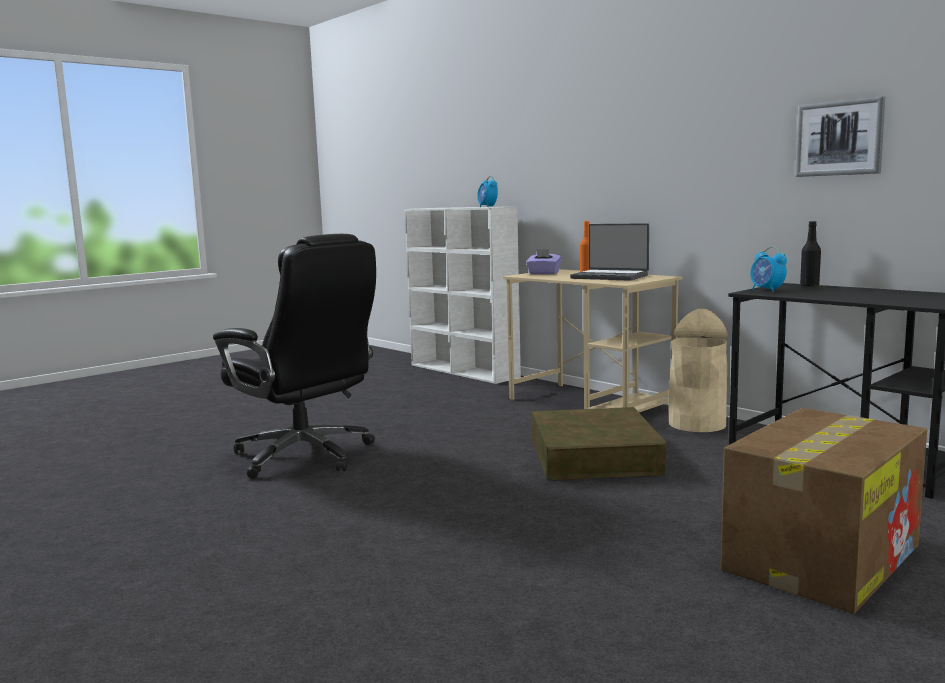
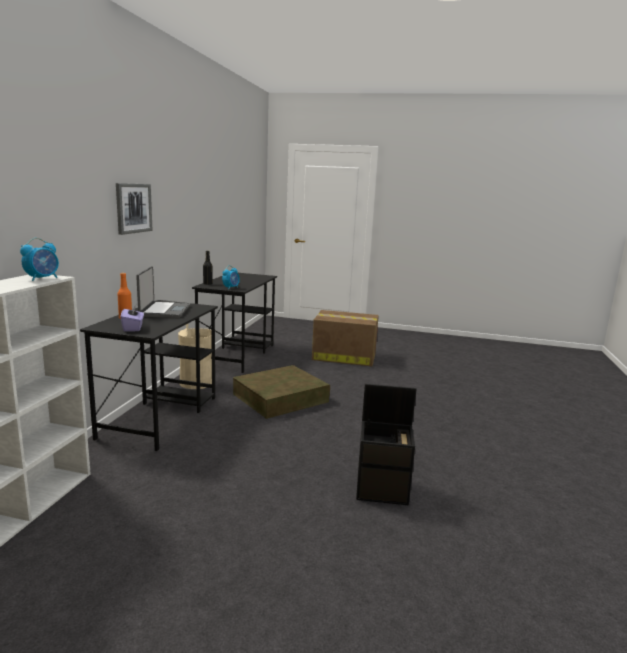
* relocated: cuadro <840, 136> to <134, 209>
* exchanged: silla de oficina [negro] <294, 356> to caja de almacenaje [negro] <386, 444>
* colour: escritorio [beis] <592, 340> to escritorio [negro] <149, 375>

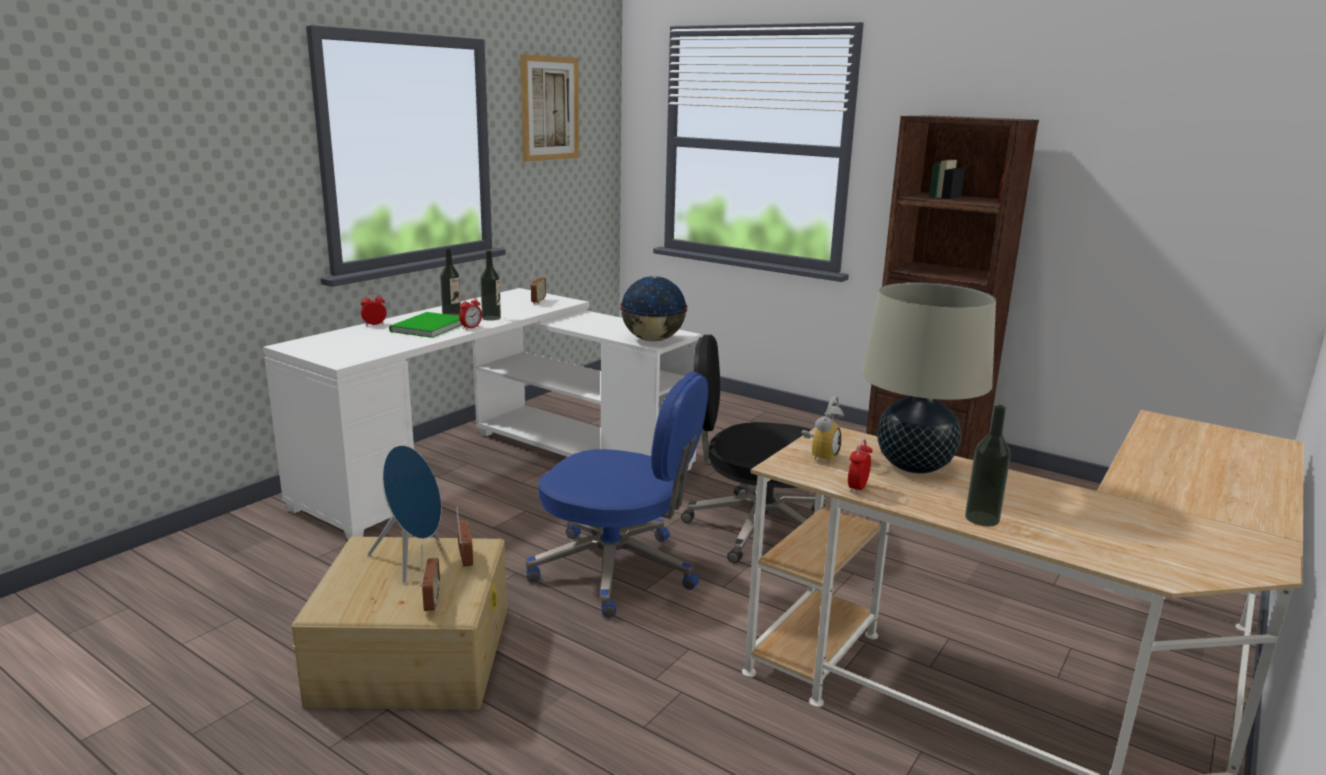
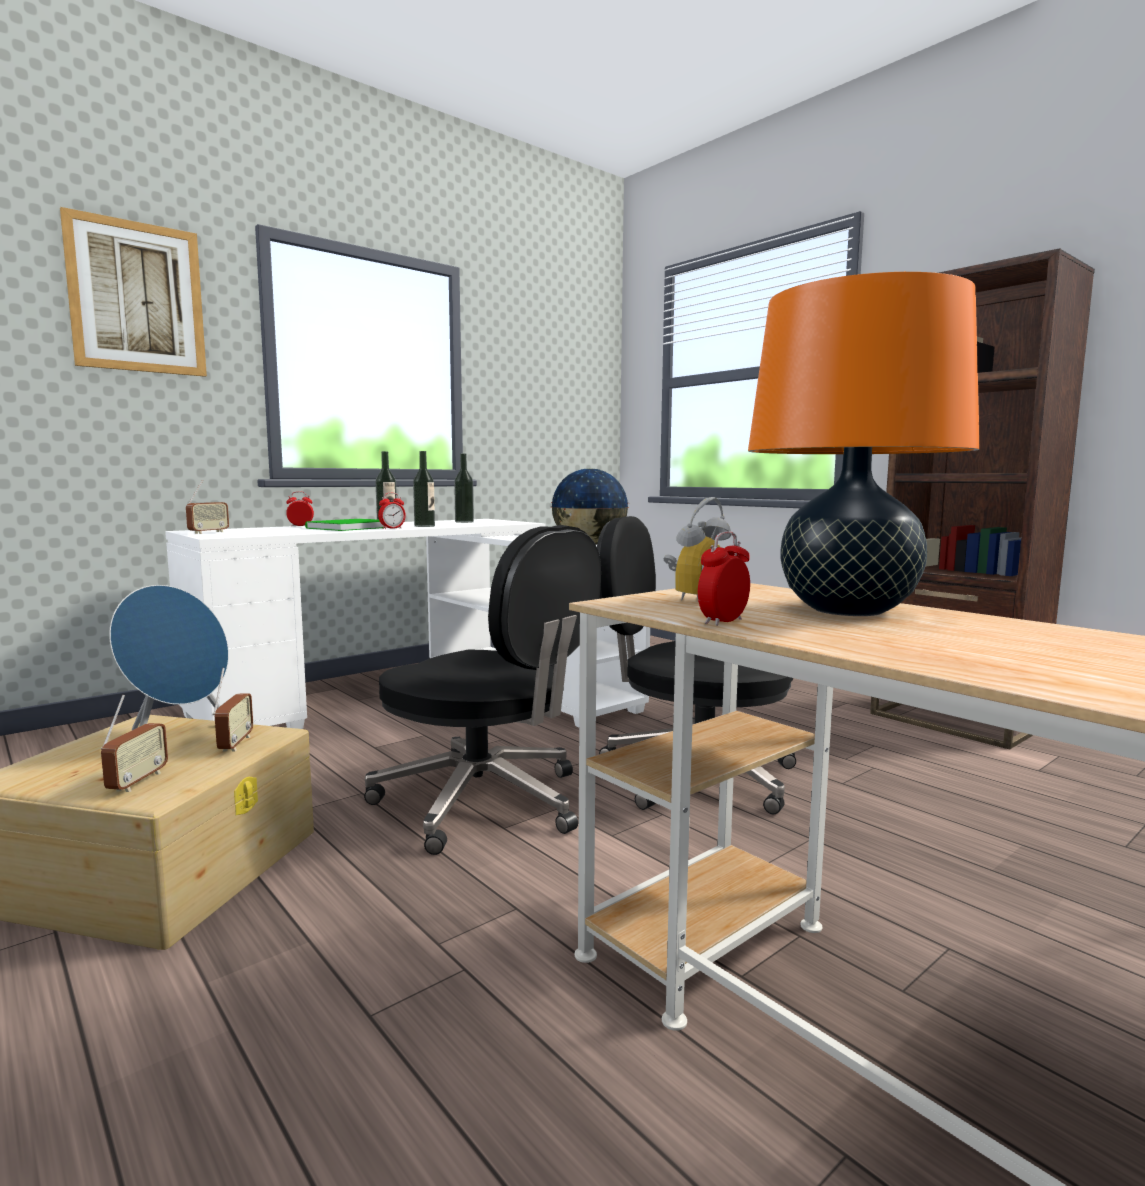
* relocated: cuadro <549, 108> to <133, 292>
* relocated: radio <538, 283> to <207, 507>
* relocated: botella <988, 466> to <464, 488>
* colour: silla de oficina [azul] <617, 494> to silla de oficina [negro] <483, 690>
* colour: lámpara de mesa [beis] <928, 378> to lámpara de mesa [naranja] <864, 444>

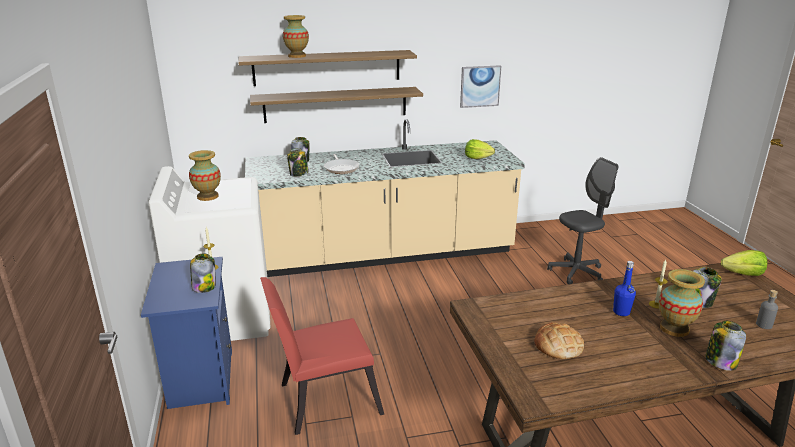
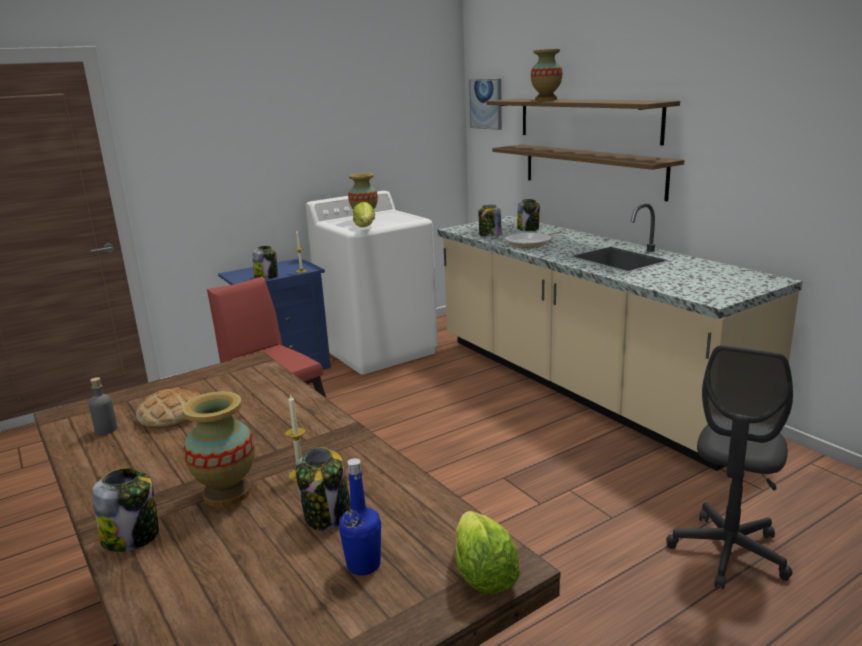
* relocated: cuadro <480, 86> to <485, 104>
* relocated: lechuga <480, 149> to <364, 214>
* relocated: botella [azul] <624, 288> to <360, 517>
* relocated: botella [gris] <767, 309> to <103, 406>
* spun: silla de oficina [gris] <582, 220> = <729, 467> 75 degrees clockwise

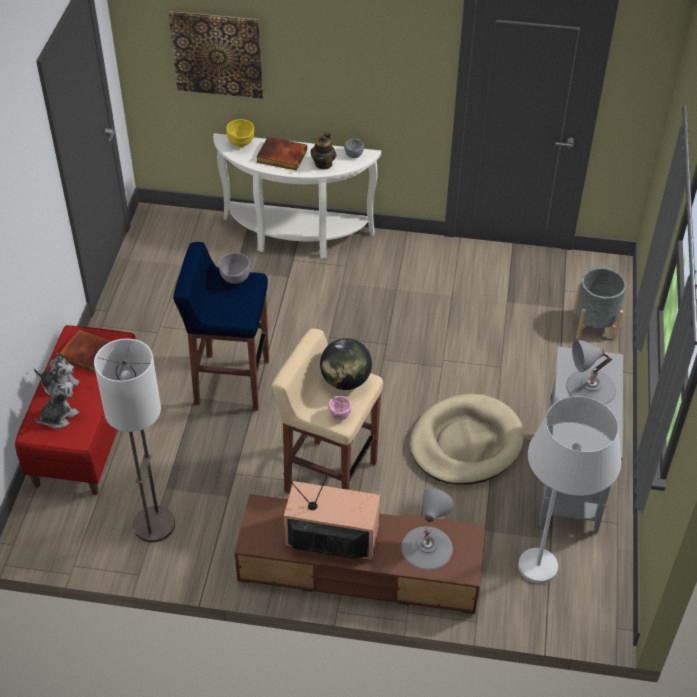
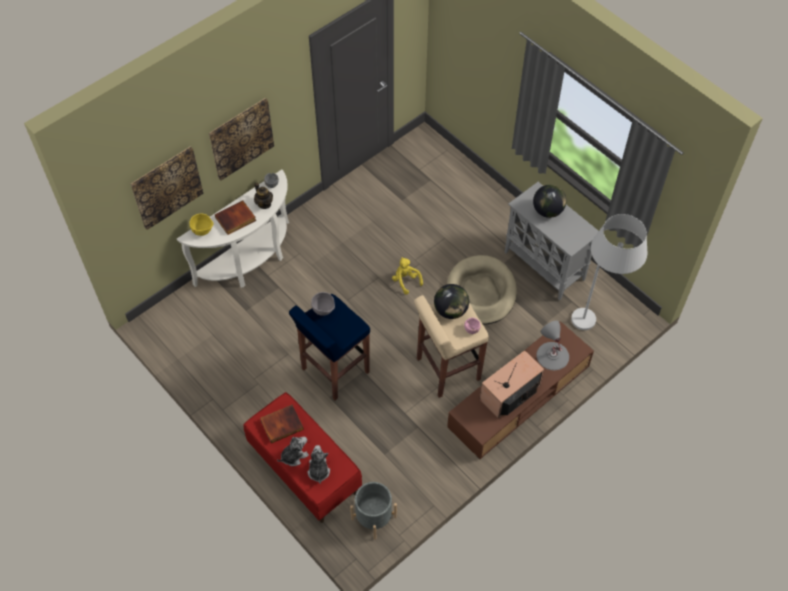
* missing: lámpara de pie <134, 440>
* appeared: cuadro <241, 139>
* appeared: peluche [amarillo] <407, 276>
* relocated: maceta [gris] <599, 303> to <373, 511>
* exchanged: lámpara de mesa [gris] <591, 372> to globo terráqueo <549, 201>

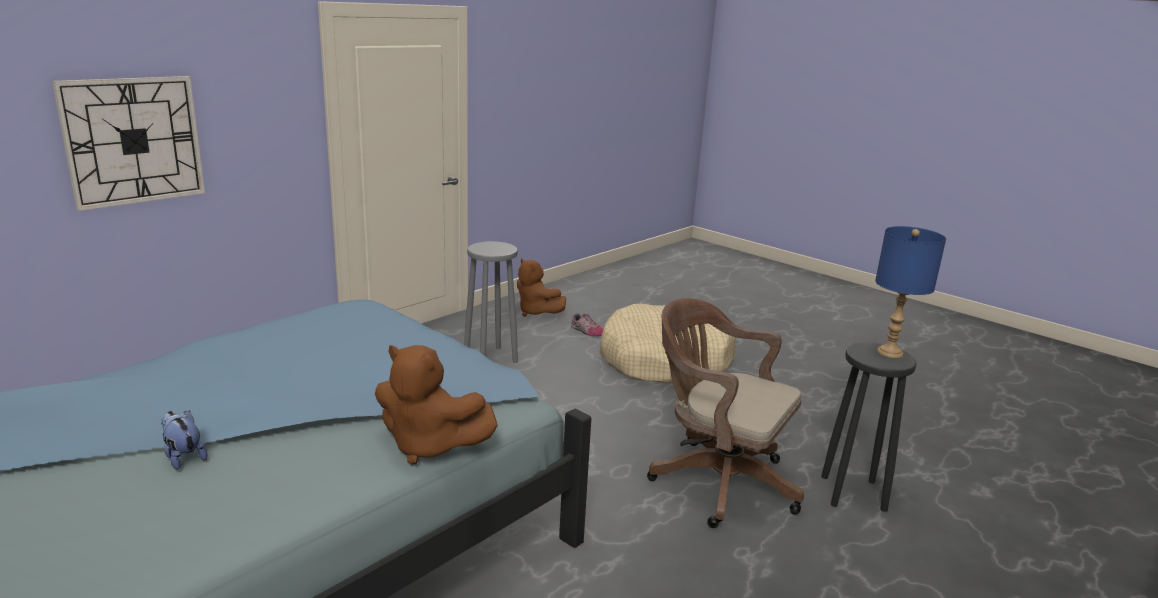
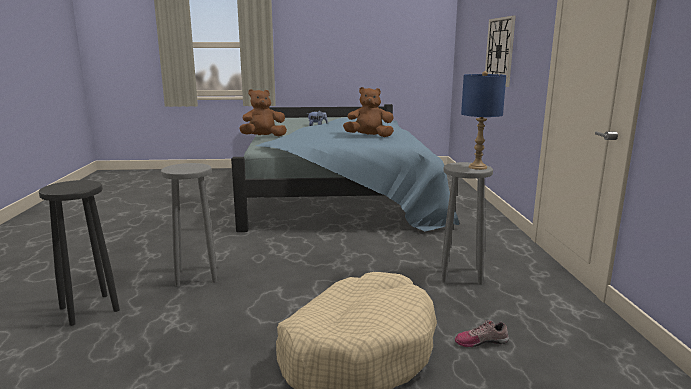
* relocated: peluche [marrón] <541, 287> to <368, 112>
* relocated: lámpara de mesa [azul] <910, 292> to <483, 120>
* exchanged: silla de oficina [marrón] <725, 413> to taburete [gris] <189, 225>

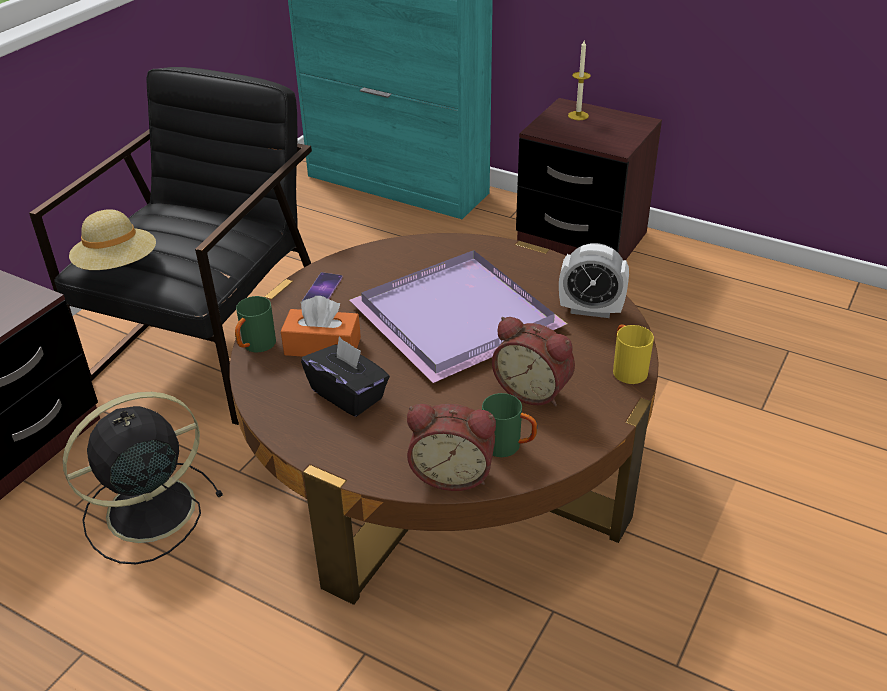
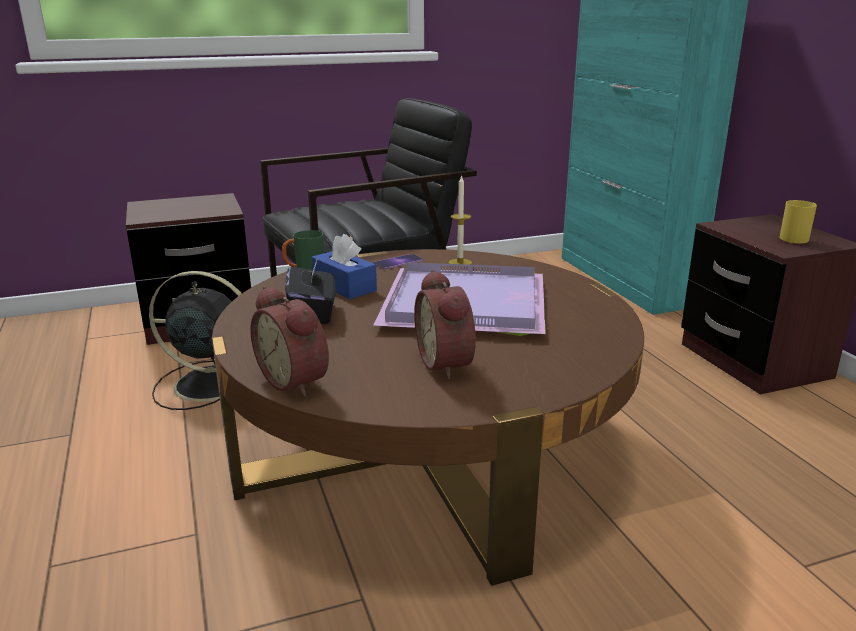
* missing: sombrero [beis] <112, 239>
* missing: taza grande [verde] <509, 425>
* missing: despertador <594, 280>
* relocated: vela <579, 80> to <460, 221>
* relocated: taza grande [amarillo] <633, 354> to <798, 222>
* colour: caja de pañuelos [naranja] <321, 326> to caja de pañuelos [azul] <344, 266>

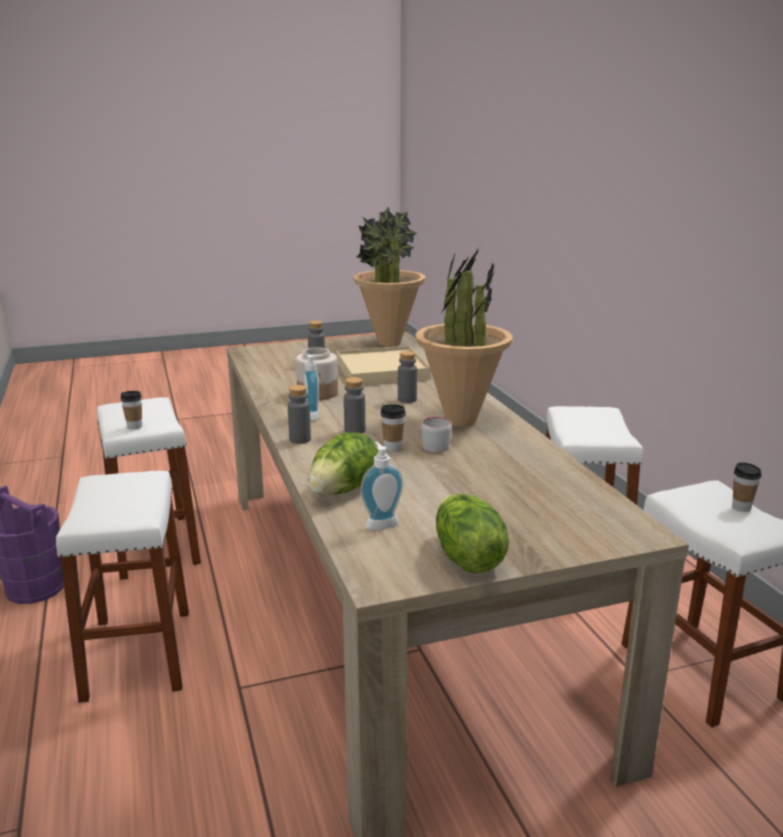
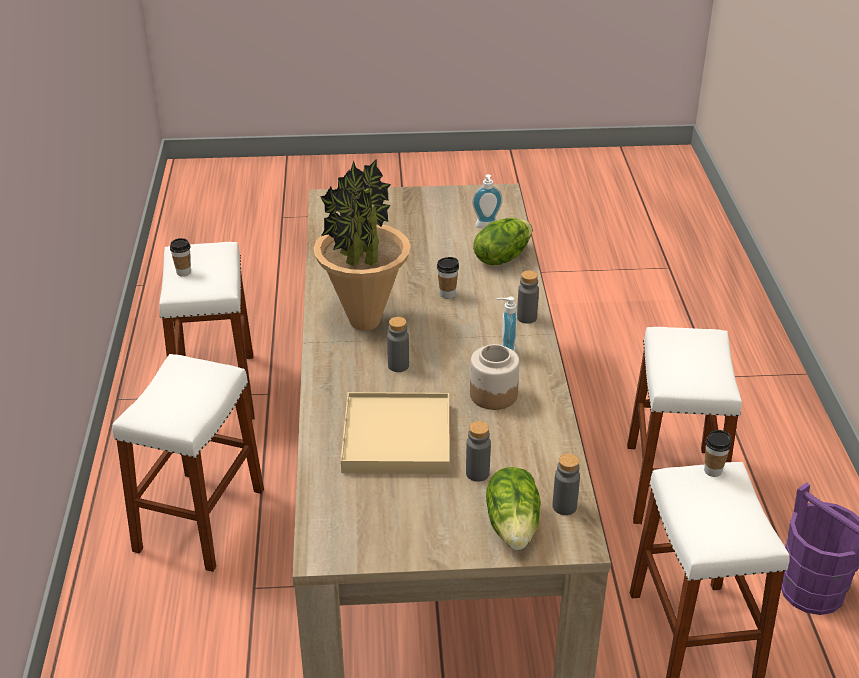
* missing: planta en maceta <389, 276>
* missing: taza grande [gris] <436, 435>
* relocated: botella [gris] <354, 405> to <566, 484>
* relocated: lechuga <472, 533> to <513, 508>

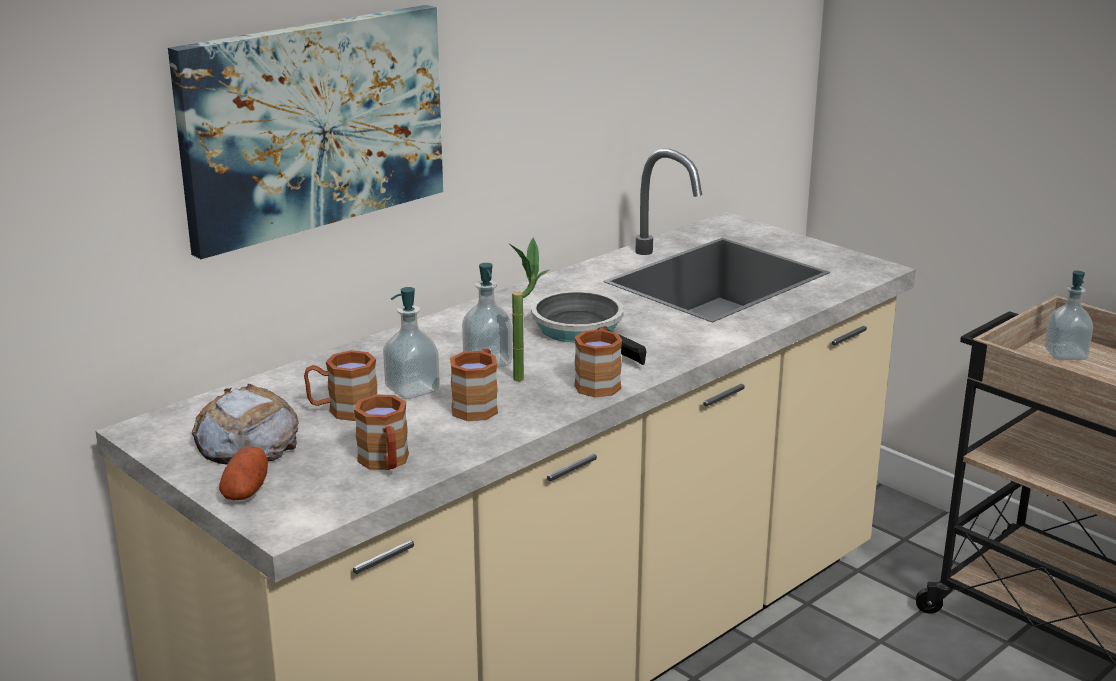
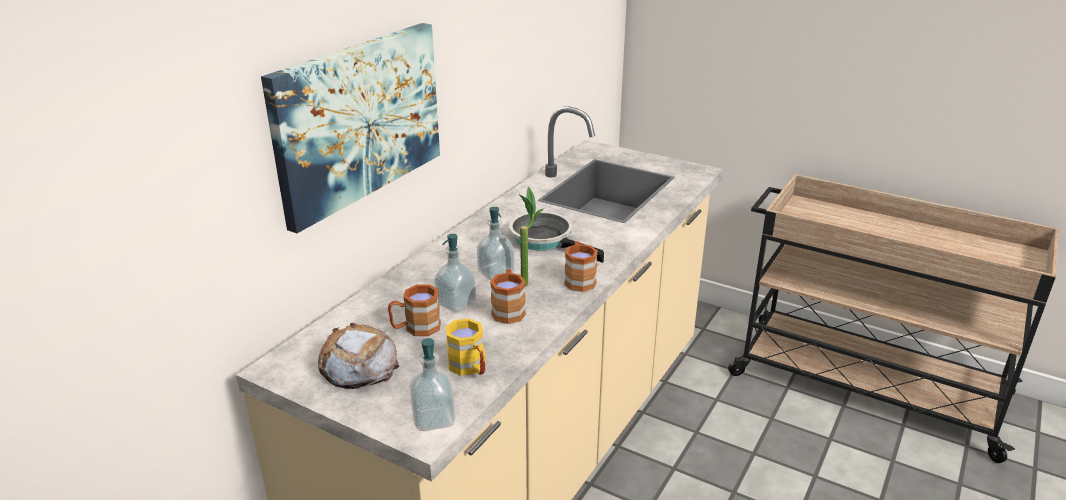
* missing: patata <243, 473>
* relocated: dispensador de jabón <1068, 315> to <432, 384>
* colour: taza grande [marrón] <381, 432> to taza grande [amarillo] <465, 347>

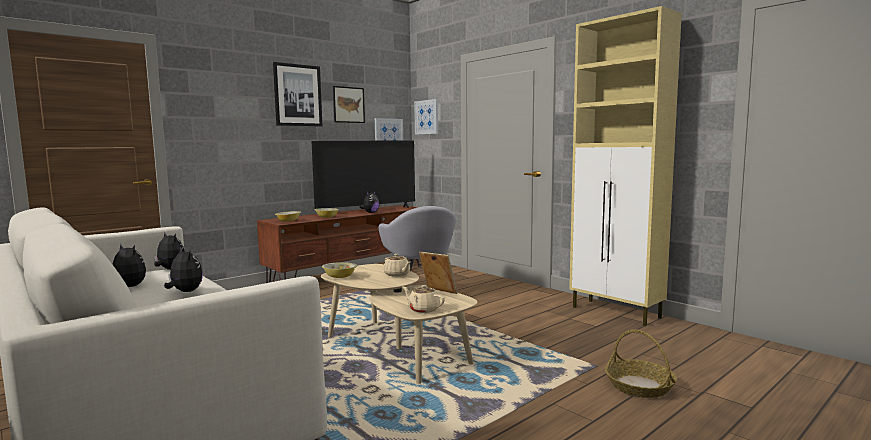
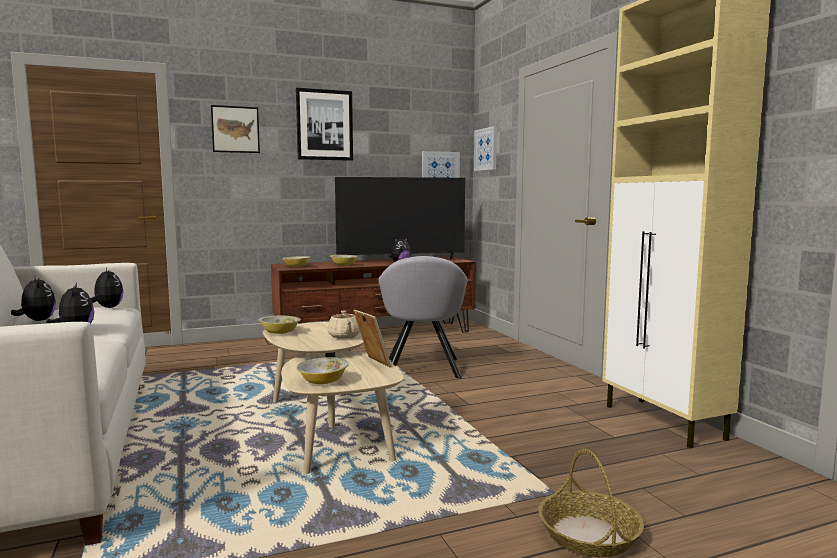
* relocated: cuadro <349, 104> to <235, 129>
* exchanged: tetera [beis] <424, 299> to cuenco <323, 370>

